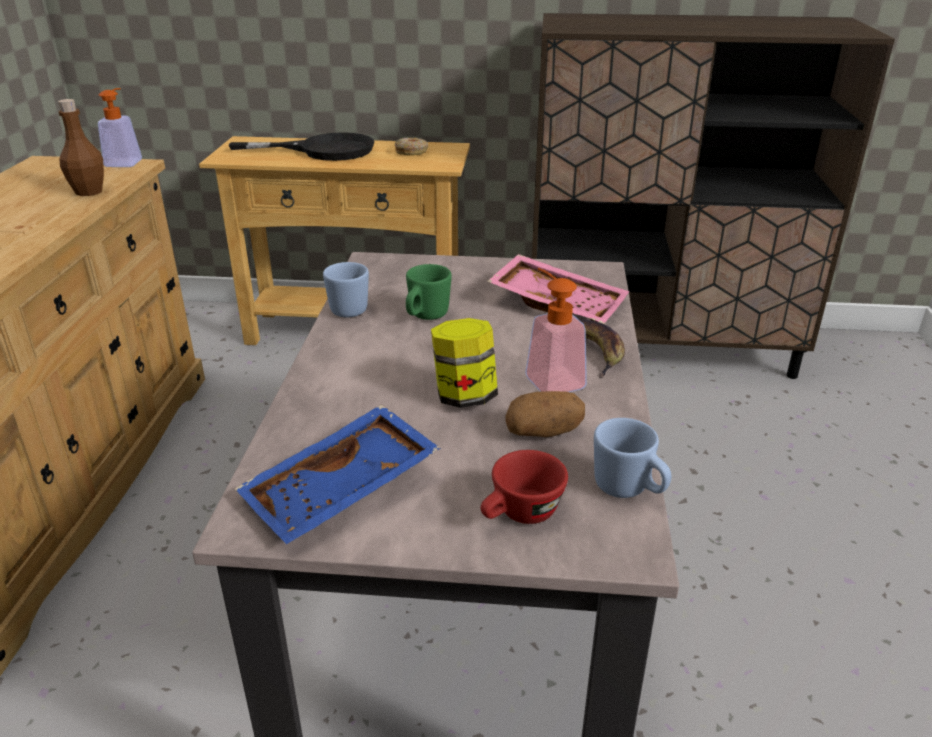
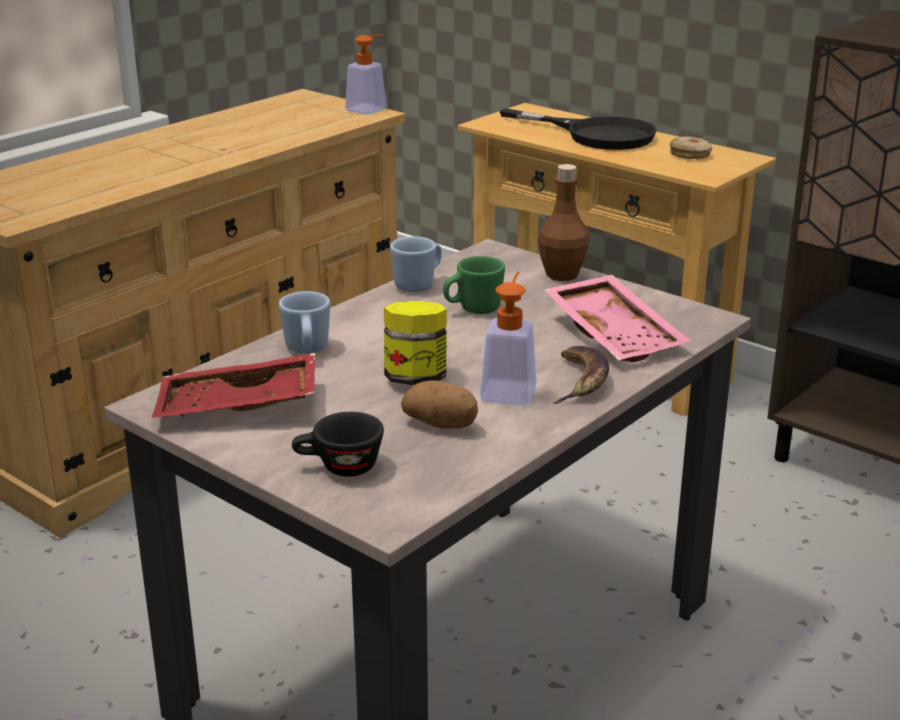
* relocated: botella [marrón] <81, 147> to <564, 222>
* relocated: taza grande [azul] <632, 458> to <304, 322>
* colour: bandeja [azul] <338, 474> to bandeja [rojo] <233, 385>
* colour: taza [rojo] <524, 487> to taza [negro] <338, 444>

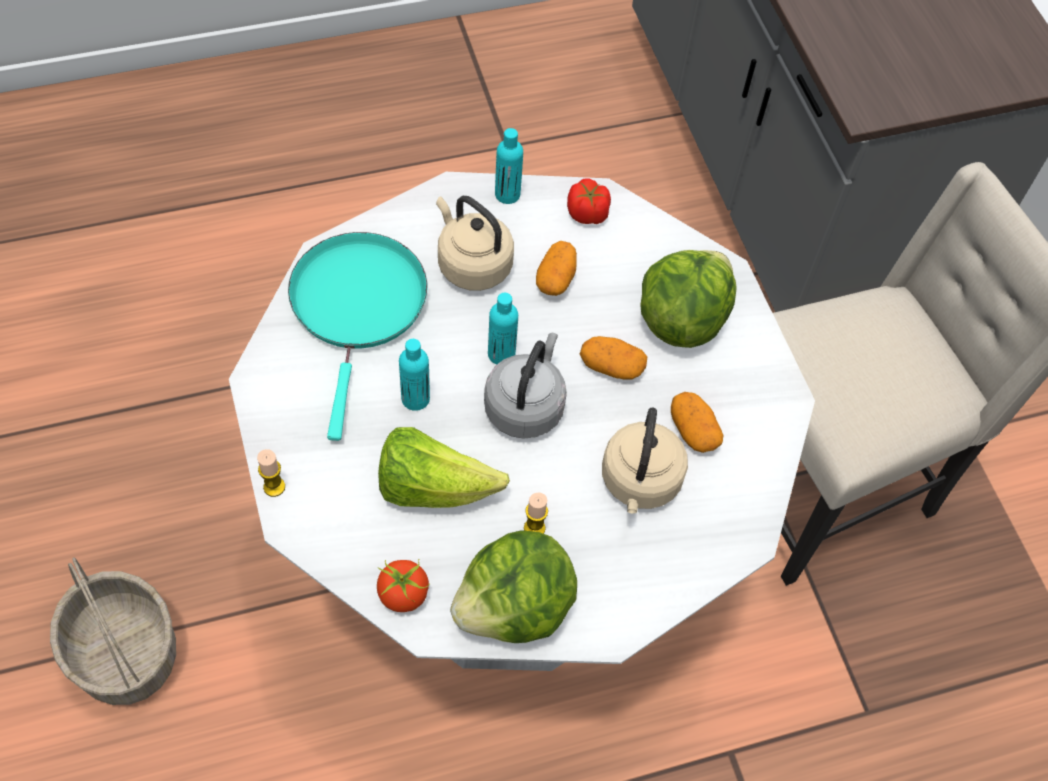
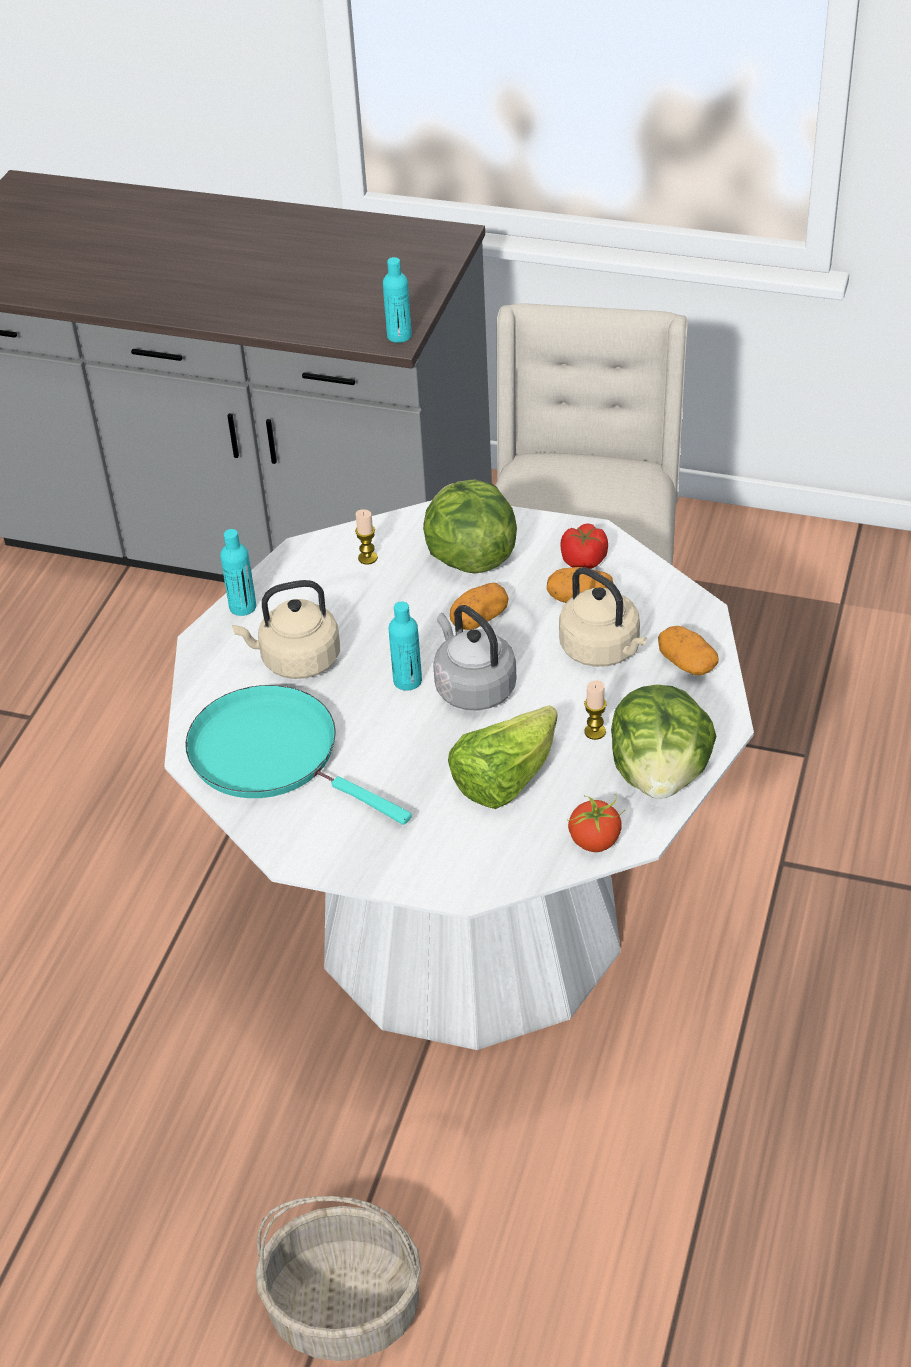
* relocated: vela <271, 473> to <366, 537>
* relocated: botella [turquesa] <414, 375> to <397, 300>
* relocated: patata <556, 268> to <688, 651>
* relocated: tomate <589, 201> to <584, 546>

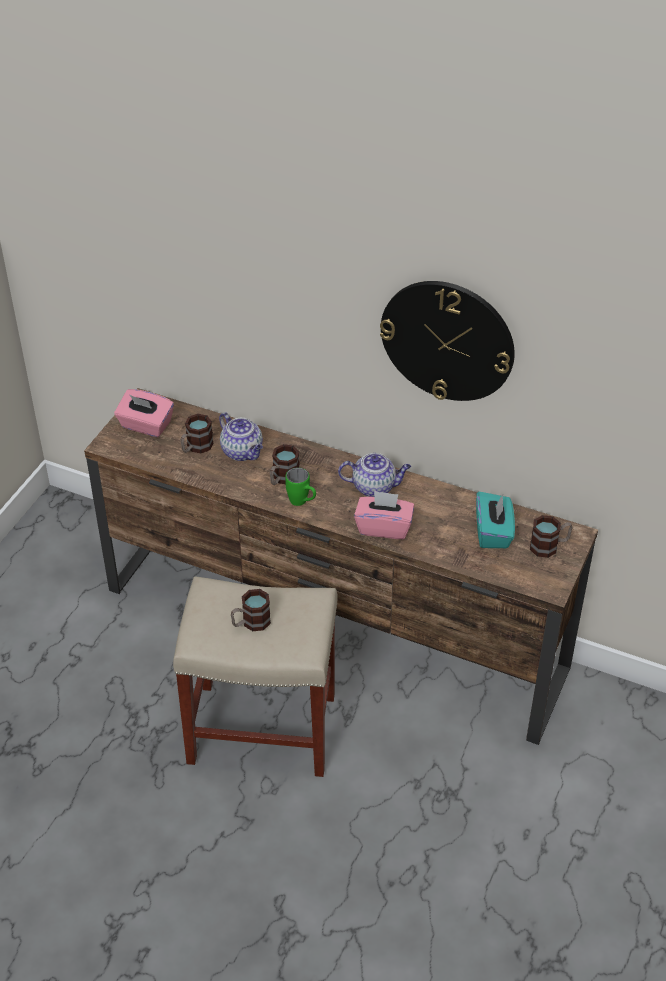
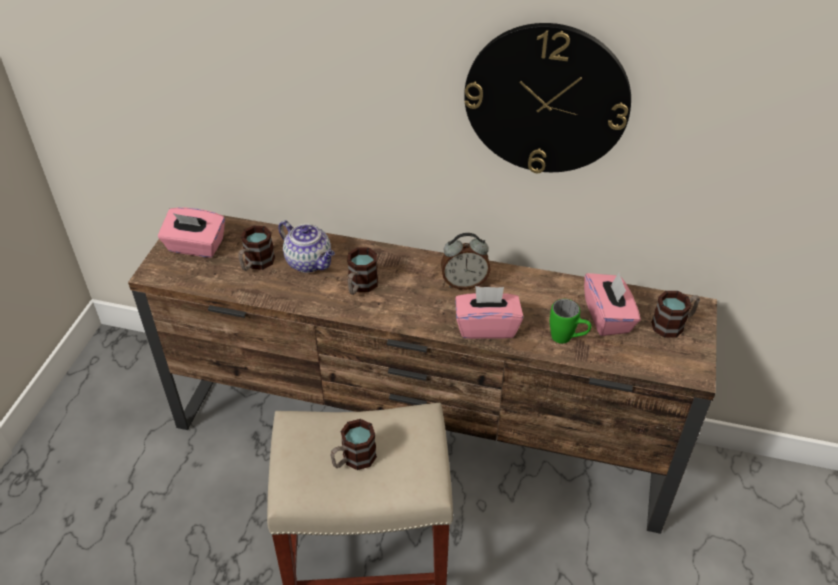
* relocated: taza grande [verde] <300, 486> to <570, 321>
* exchanged: tetera <374, 475> to despertador <466, 261>
* colour: caja de pañuelos [turquesa] <495, 520> to caja de pañuelos [rosa] <612, 304>

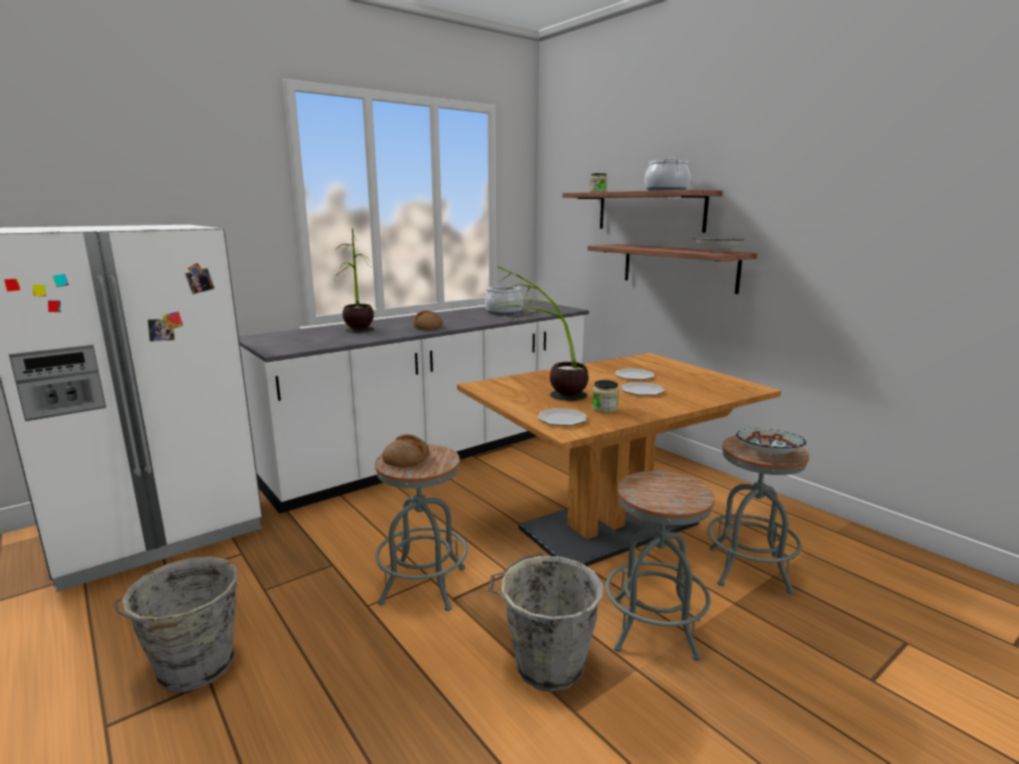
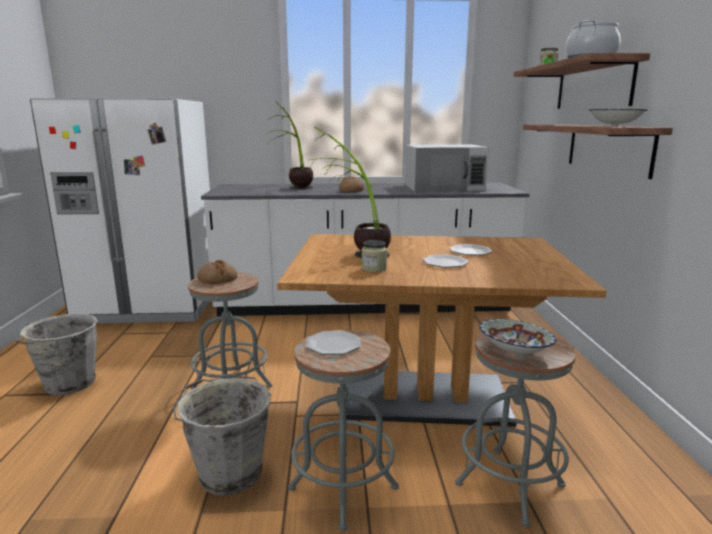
* relocated: plato <562, 417> to <333, 343>
* exchanged: olla <504, 299> to microondas [blanco] <447, 168>

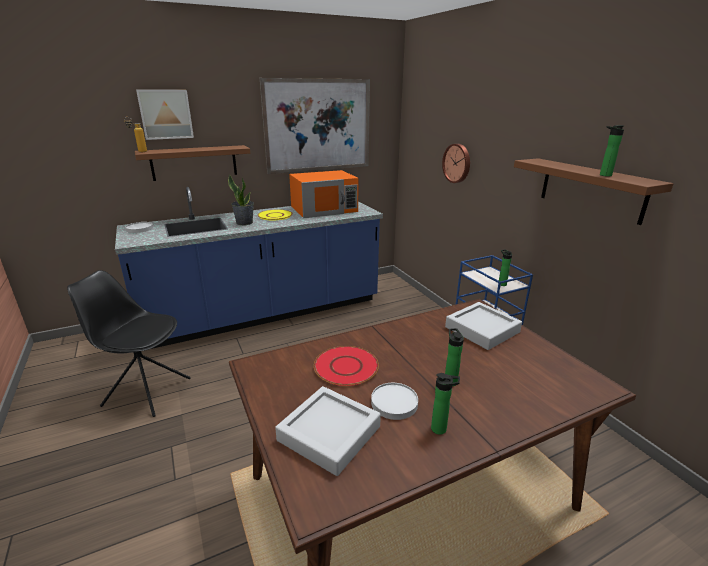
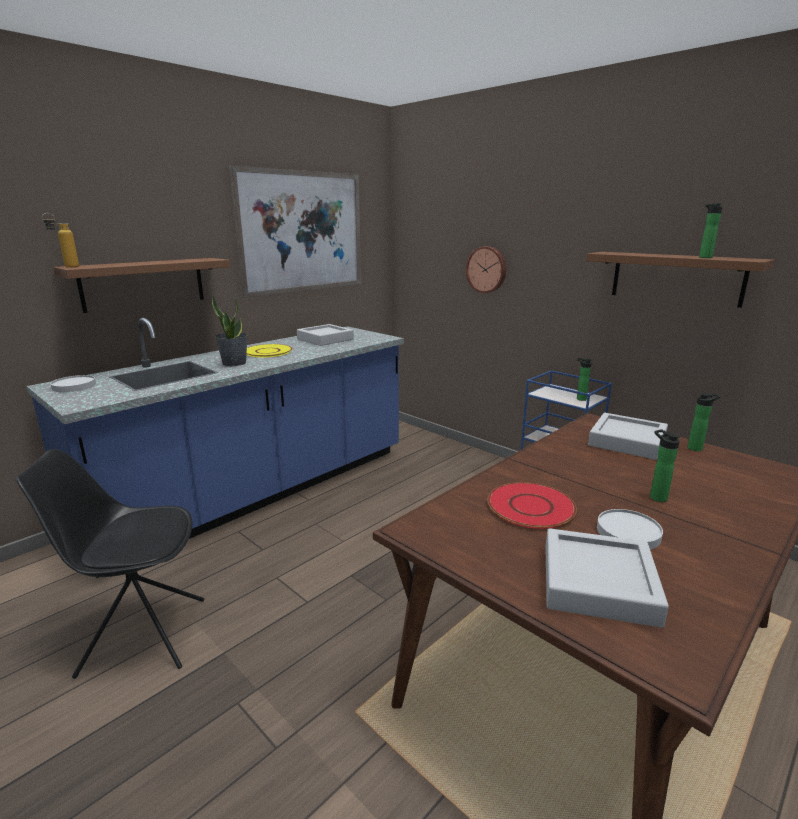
* missing: cuadro <165, 115>
* relocated: botella <445, 404> to <704, 422>
* exchanged: microondas [naranja] <324, 194> to bandeja [gris] <325, 335>

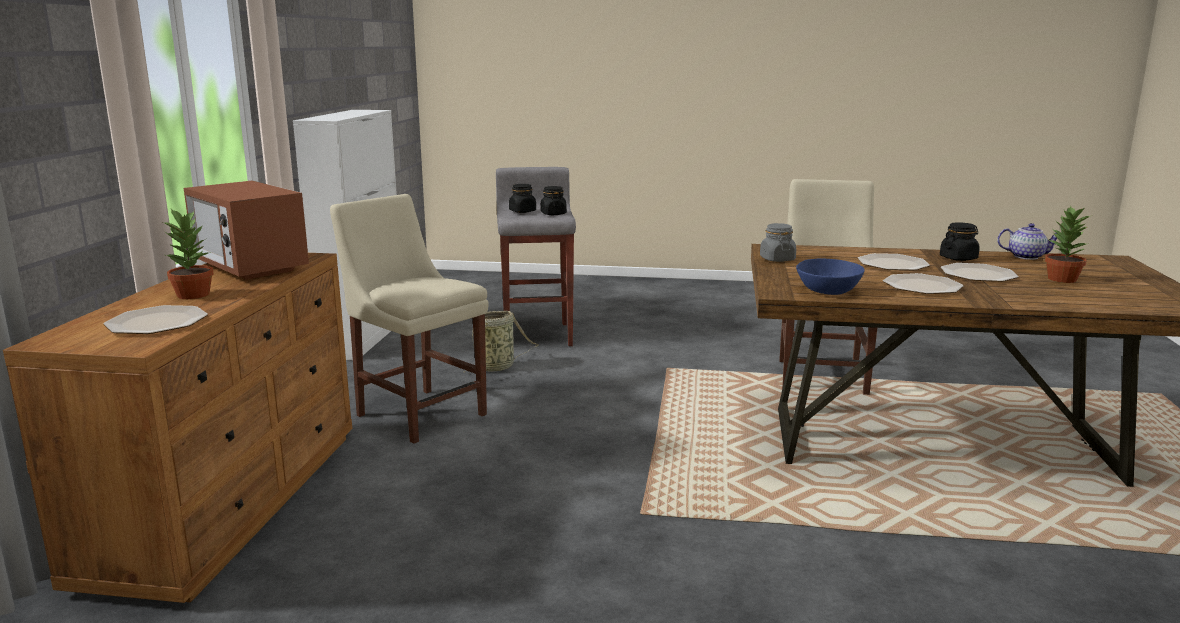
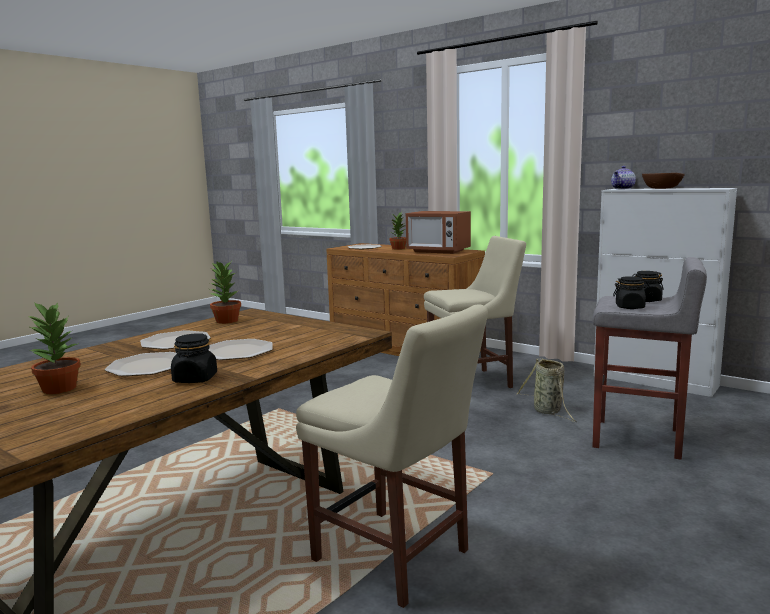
* missing: tarro [gris] <778, 242>
* appeared: cuenco [marrón] <663, 181>
* relocated: tetera <1027, 241> to <623, 177>
* exchanged: cuenco [azul] <830, 276> to planta en maceta <225, 293>
* spun: microondas <246, 230> = <438, 232> 135 degrees counterclockwise

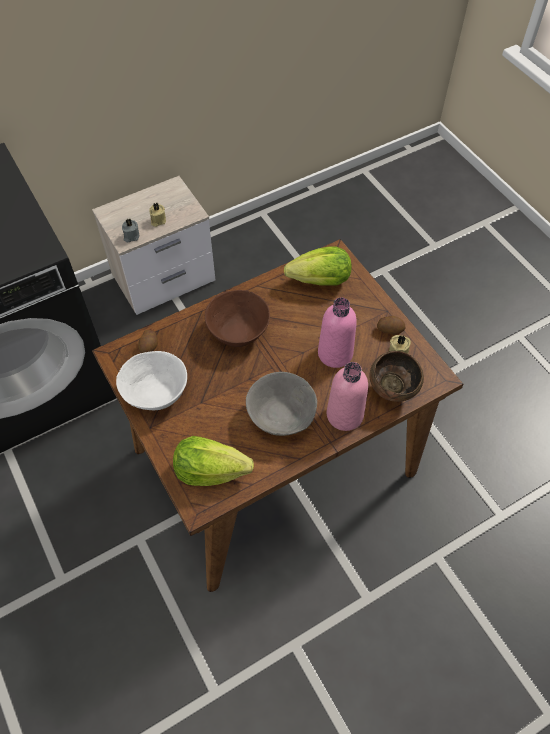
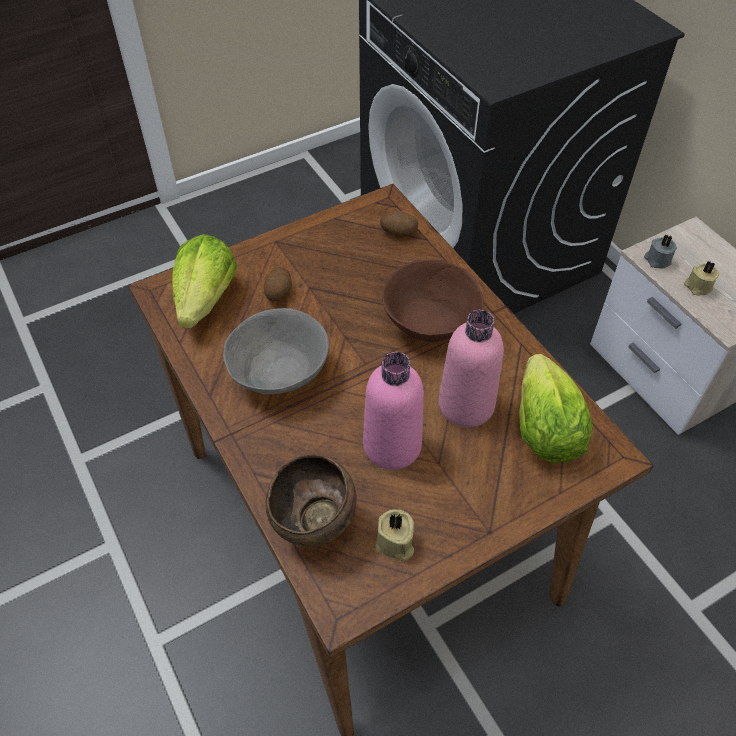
* missing: cuenco [blanco] <151, 380>
* relocated: botella [rosa] <347, 396> to <471, 369>
* relocated: patata <391, 325> to <278, 284>

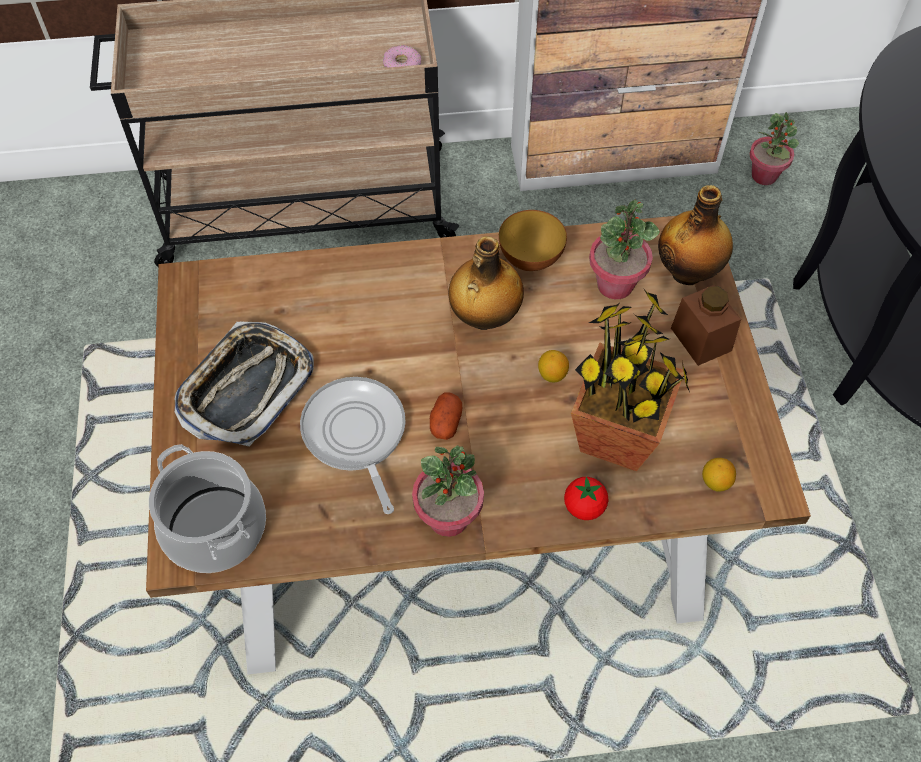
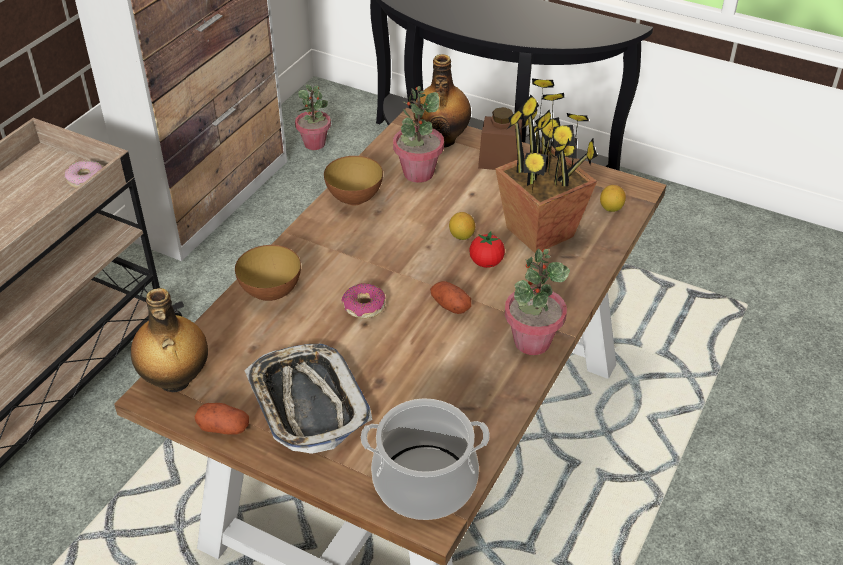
* missing: sartén <353, 445>
* appeared: patata <222, 419>
* appeared: cuenco <268, 273>
* appeared: rosquilla <364, 300>
* relocated: botella <486, 283> to <169, 340>
* relocated: tomate <586, 498> to <487, 250>

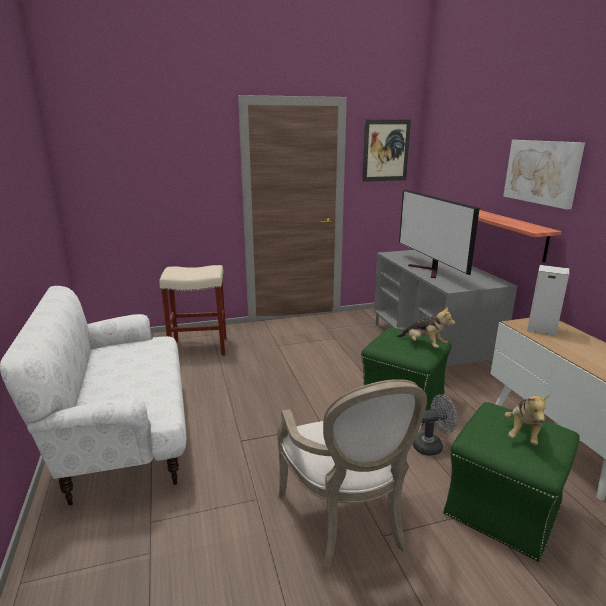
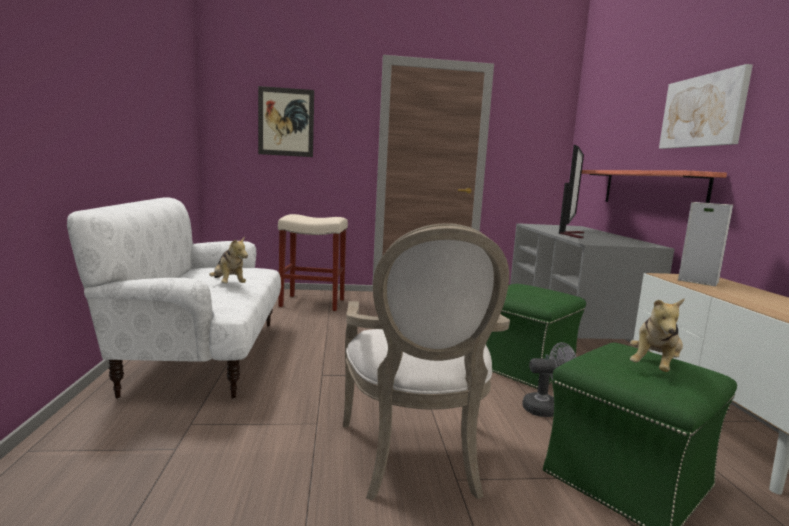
* relocated: cuadro <386, 150> to <286, 121>
* relocated: peluche <425, 327> to <228, 259>
* spun: televisor <439, 234> = <571, 191> 150 degrees counterclockwise

